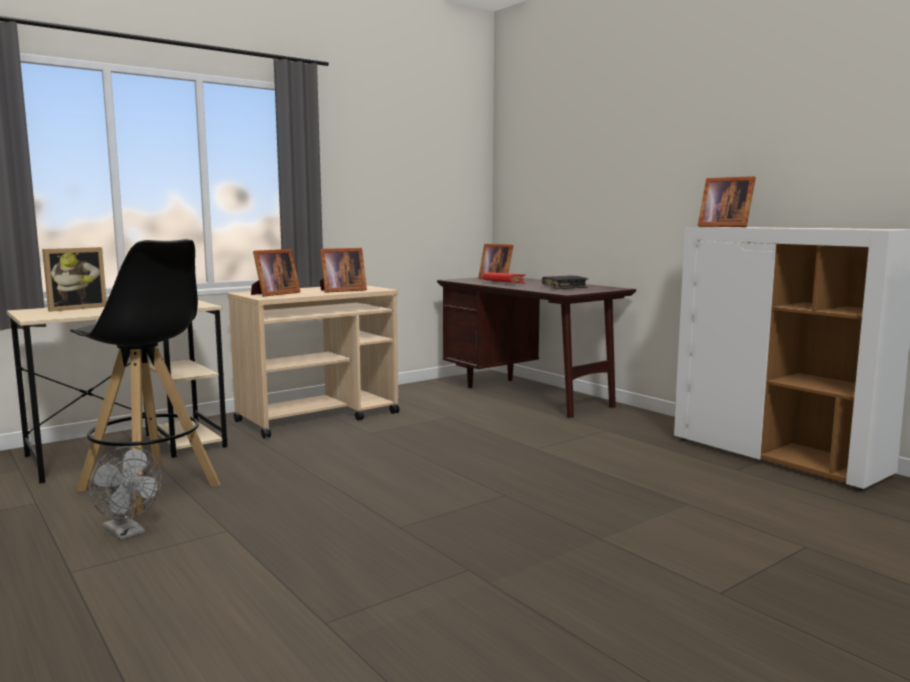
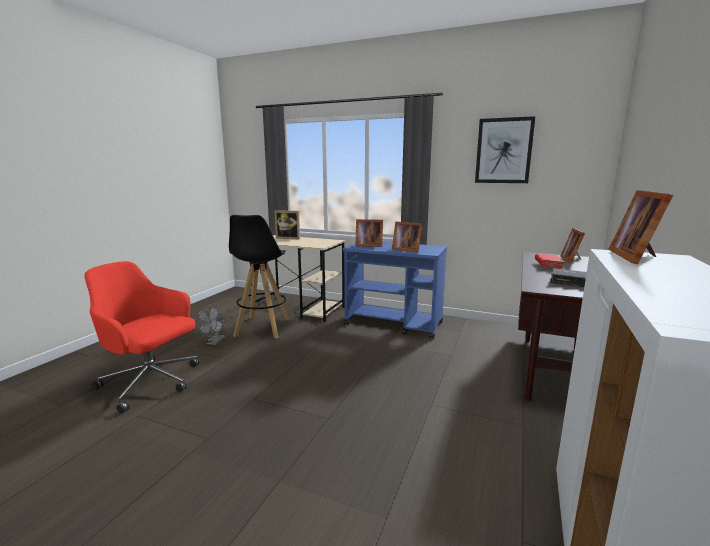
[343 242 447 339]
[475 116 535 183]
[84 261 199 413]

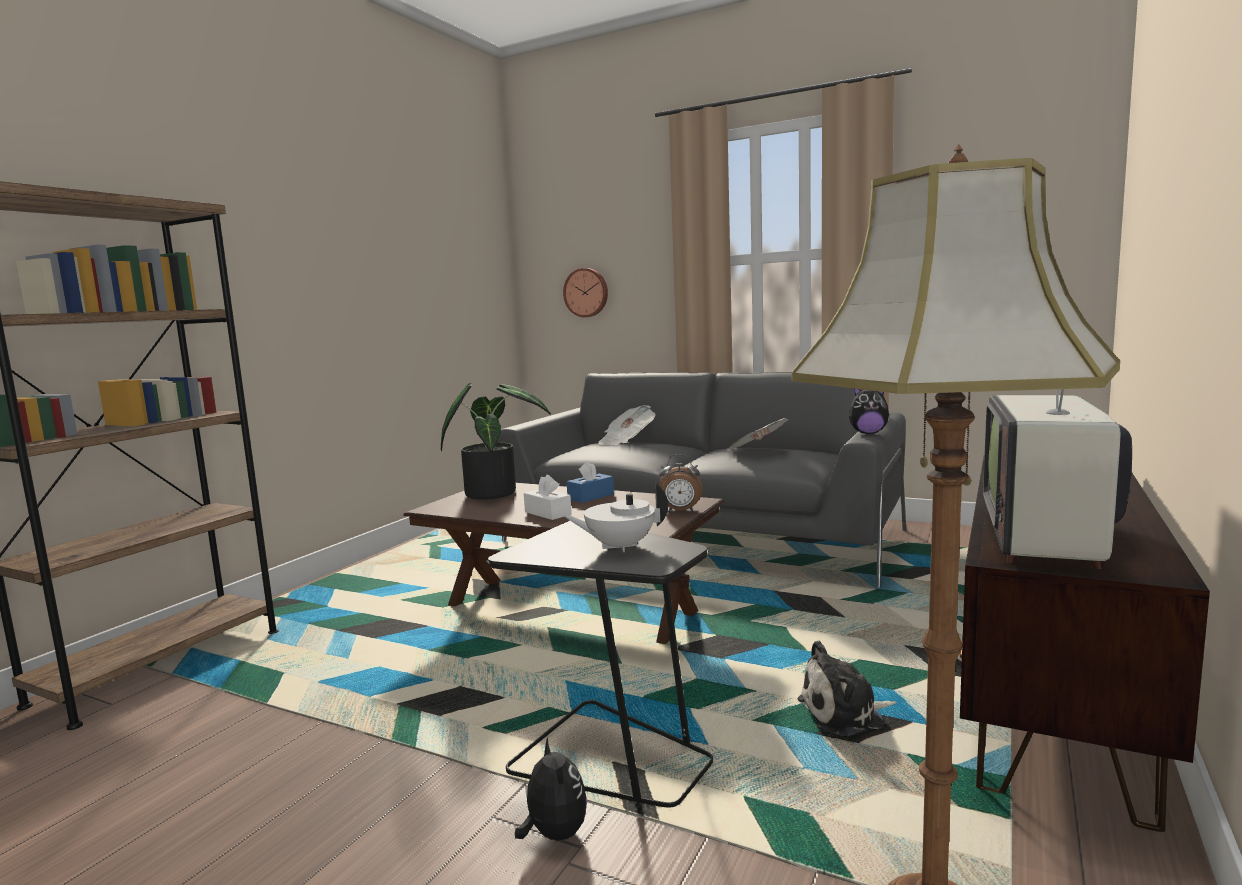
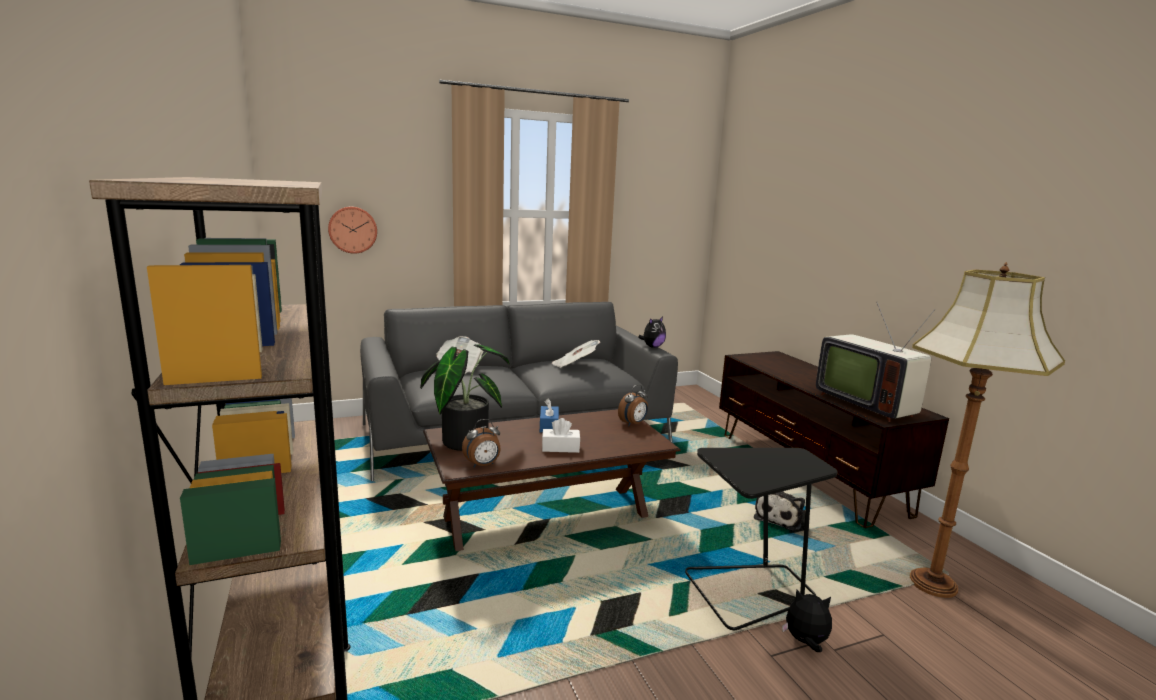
[564 483 668 552] (first image)
[462 419 501 468]

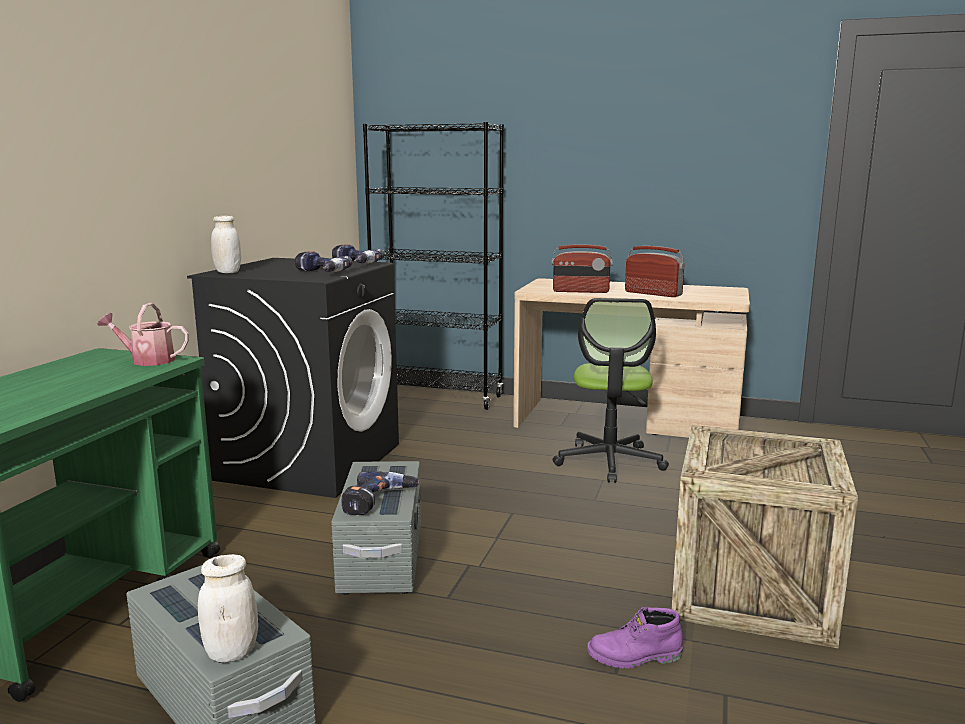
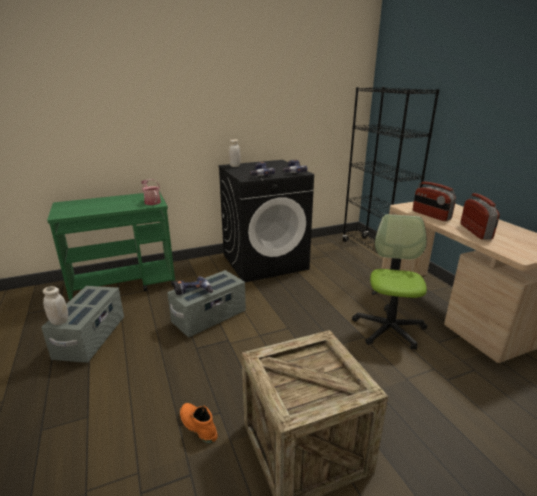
[352 214 427 350]
[180 403 218 443]

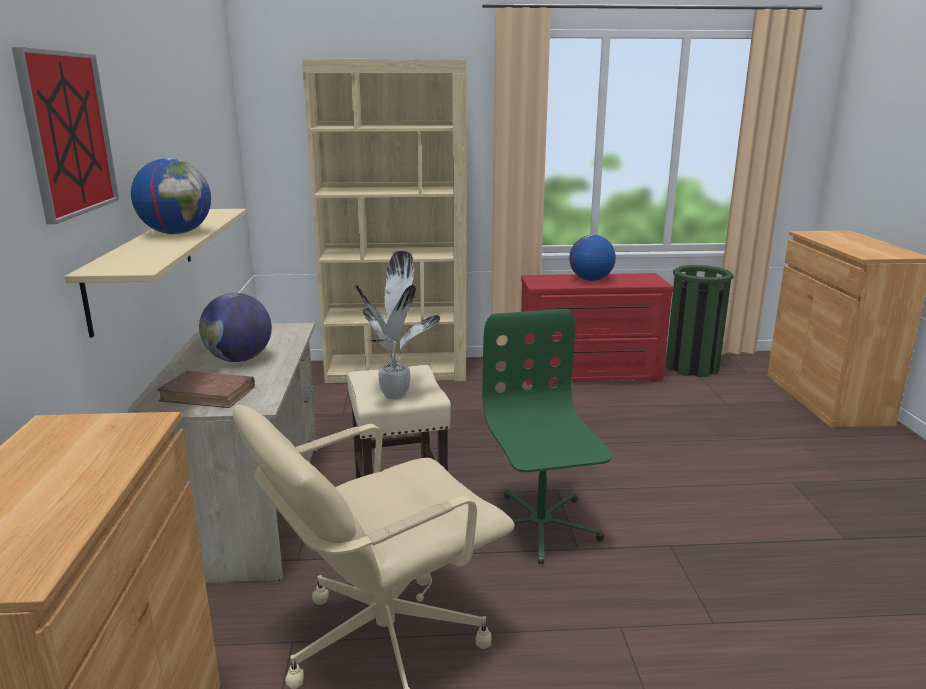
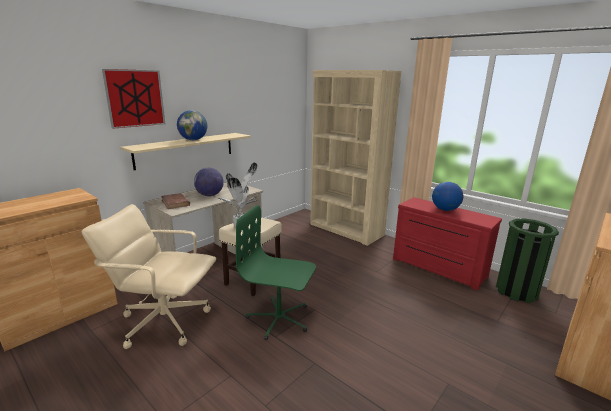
[236 205 316 340]

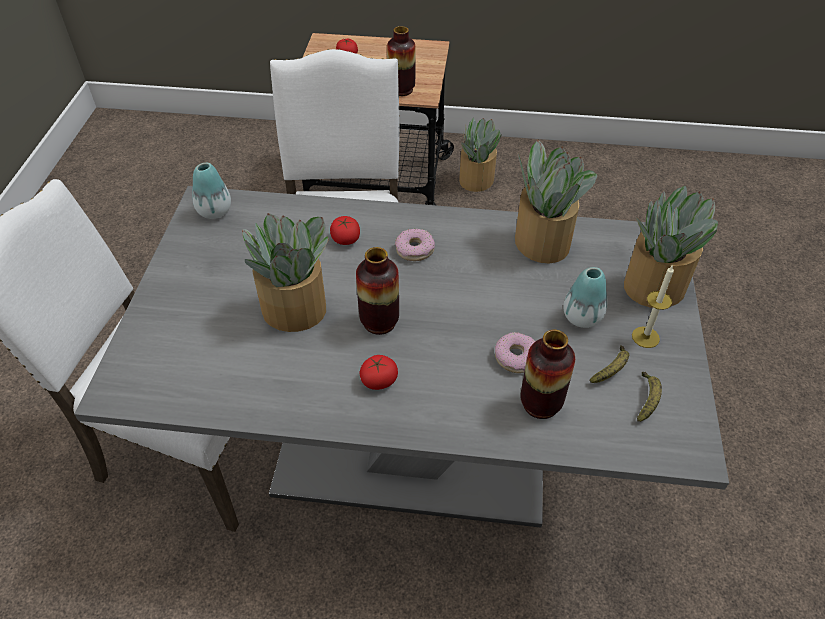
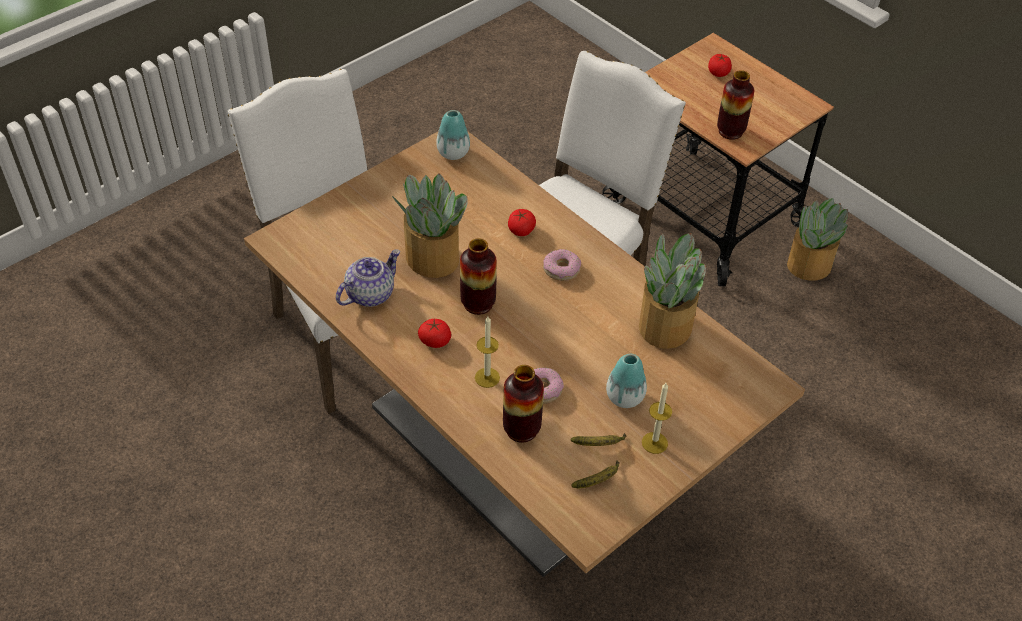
[244 132 805 577]
[624 186 718 308] (first image)
[336 249 401 307]
[475 316 500 388]

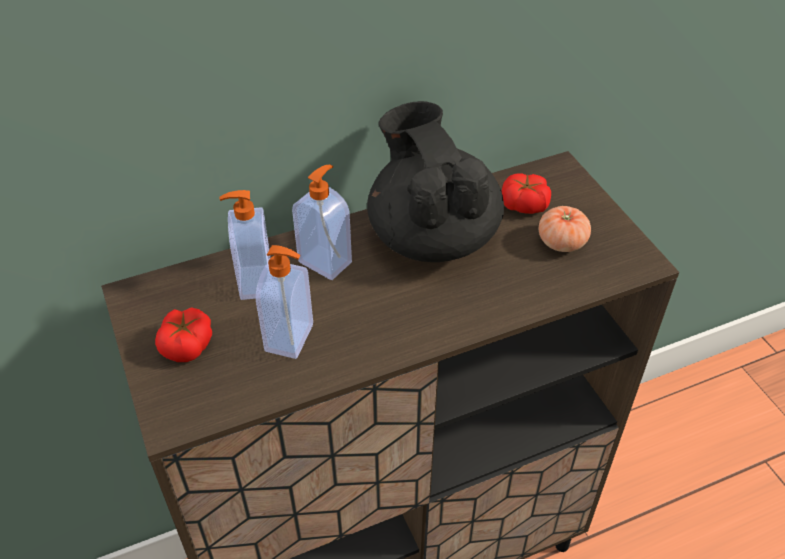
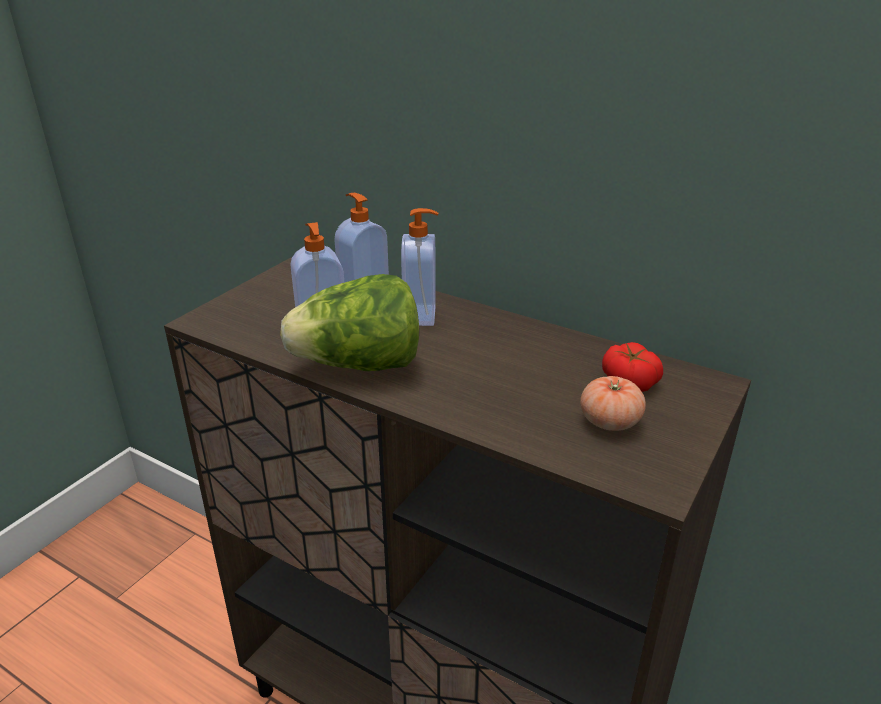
[367 101 504 262] (first image)
[155 307 212 362] (first image)
[280 274 419 371]

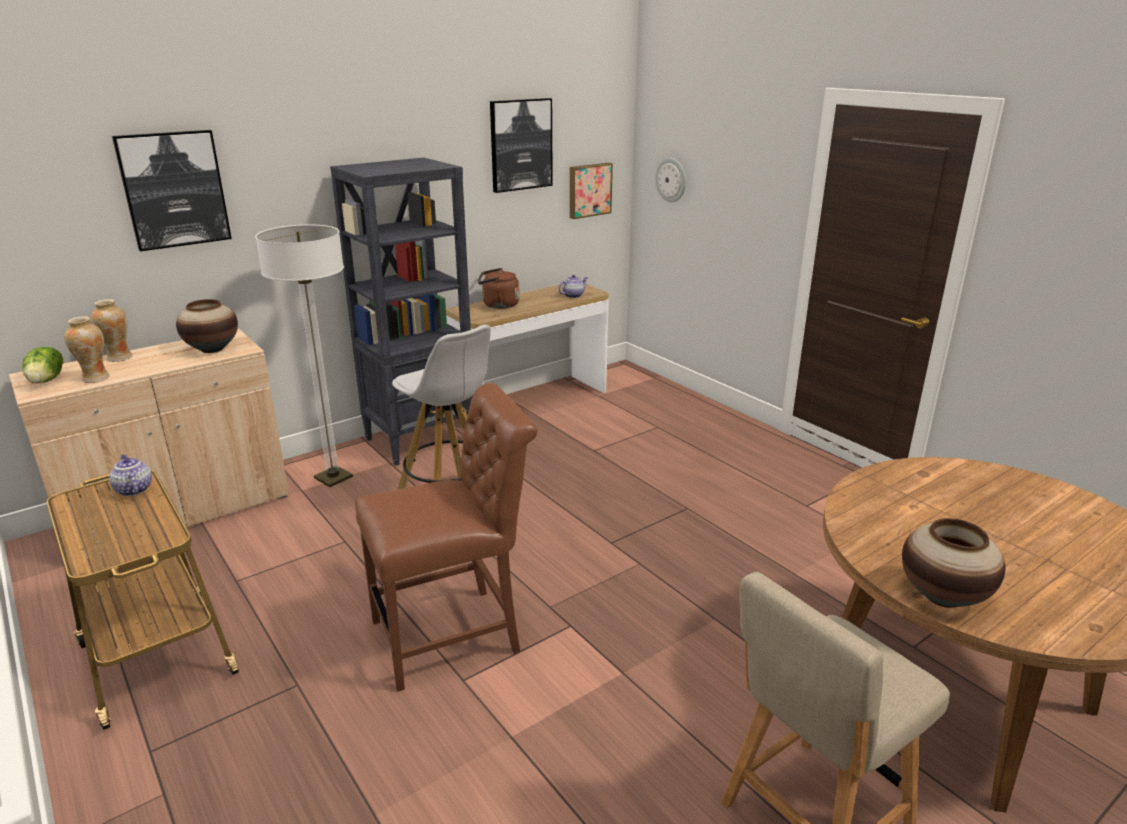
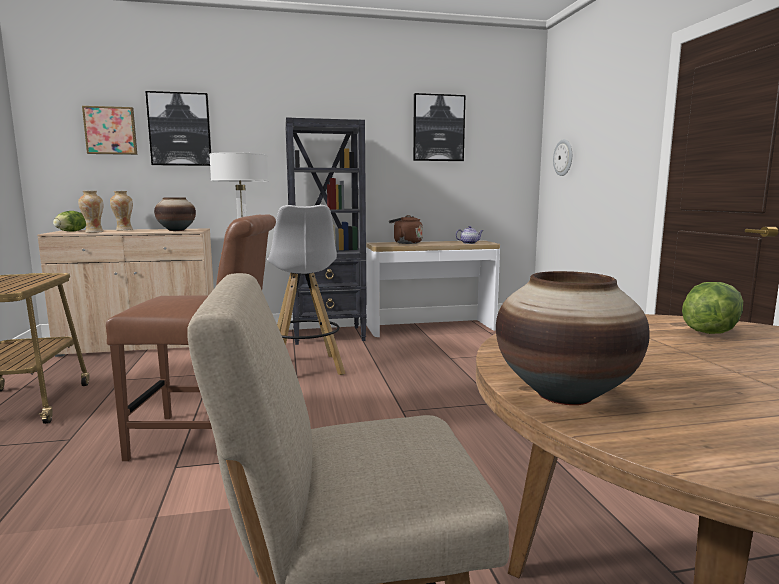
[82 106 137 155]
[109 454 152 496] (first image)
[682 282 743 334]

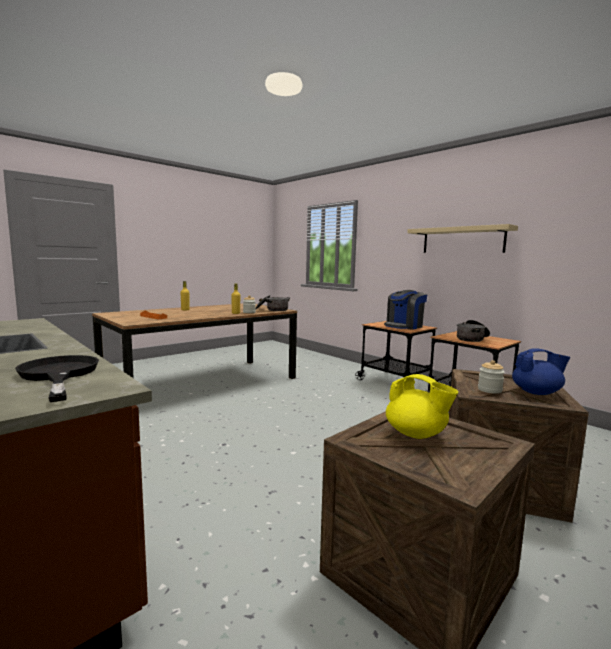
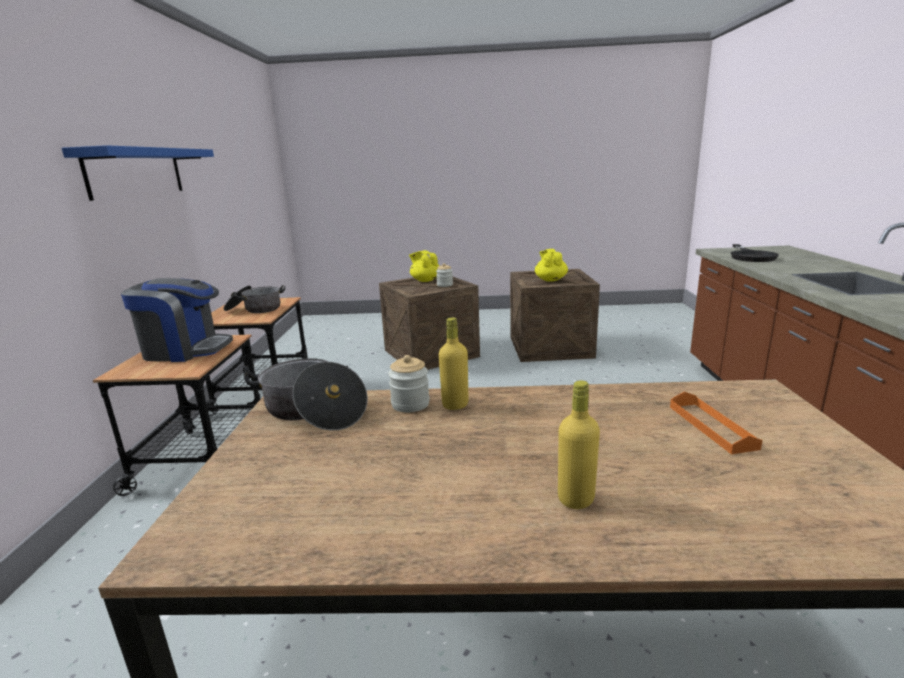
[62 145 214 201]
[409 250 439 282]

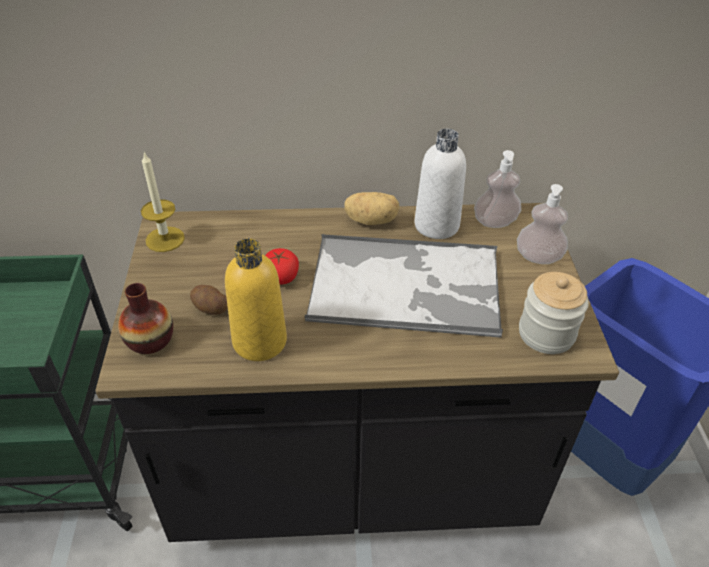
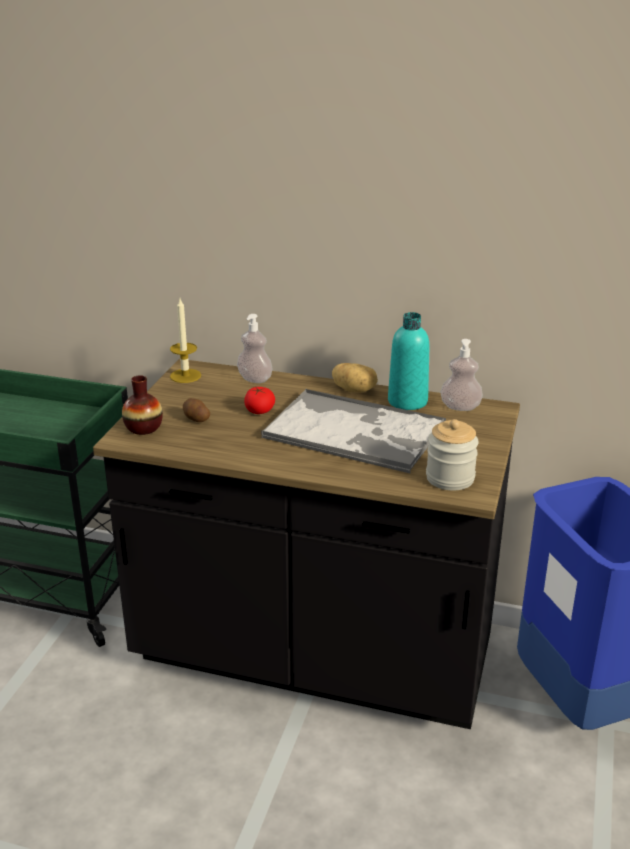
[388 312 429 410]
[237 314 273 383]
[225 238 287 361] (first image)

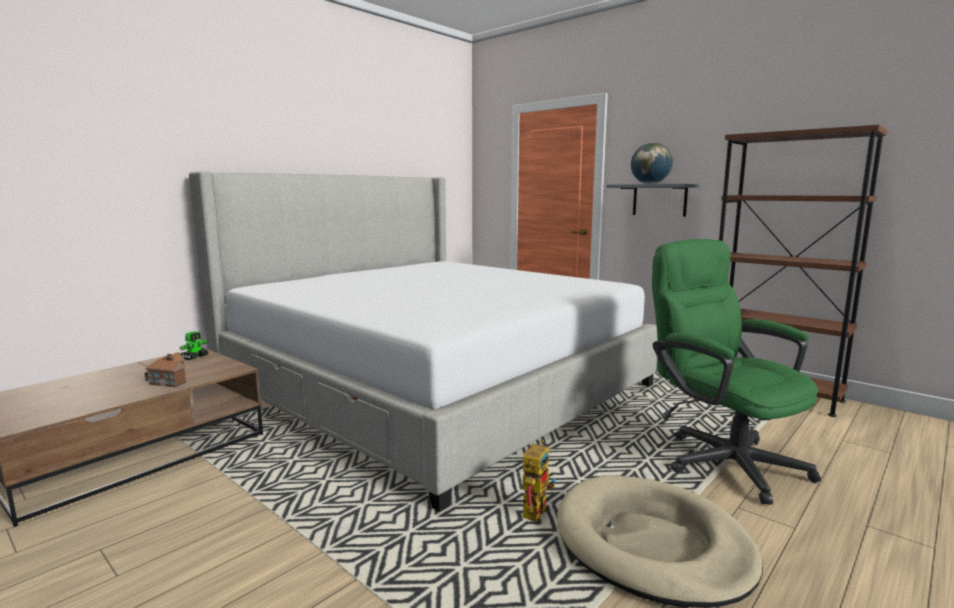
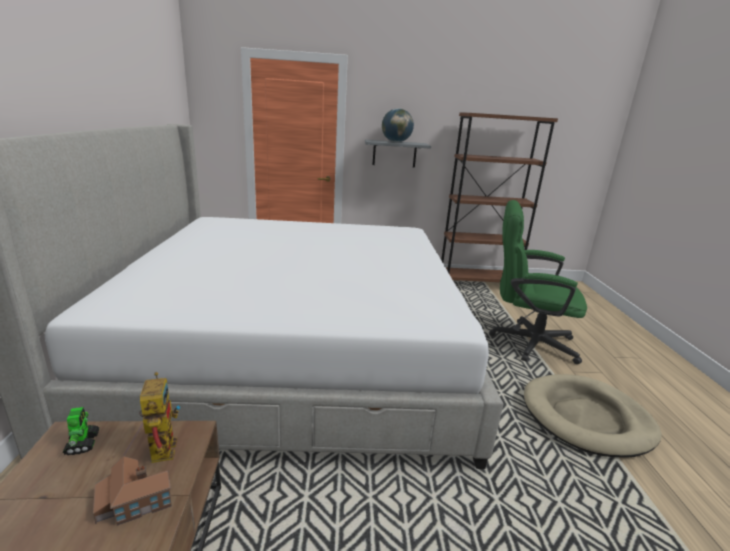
[139 372 180 463]

